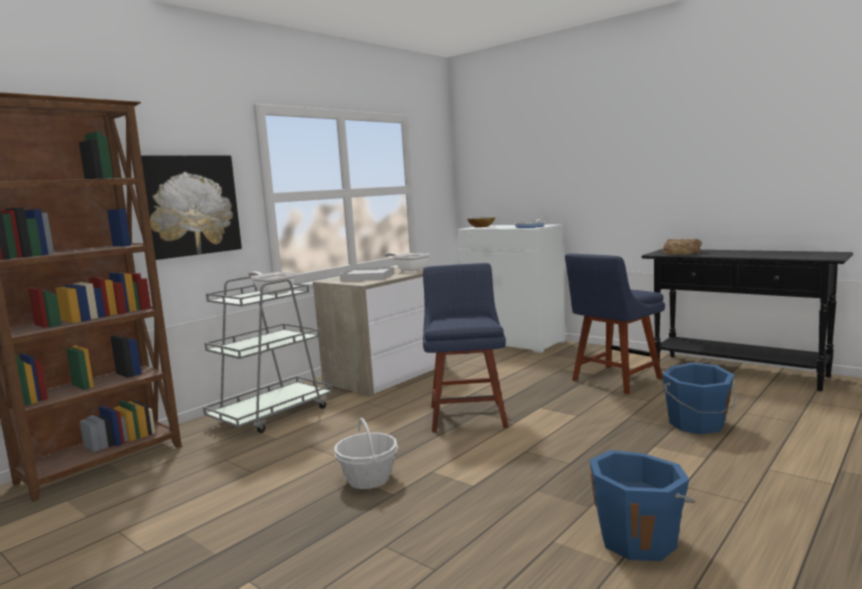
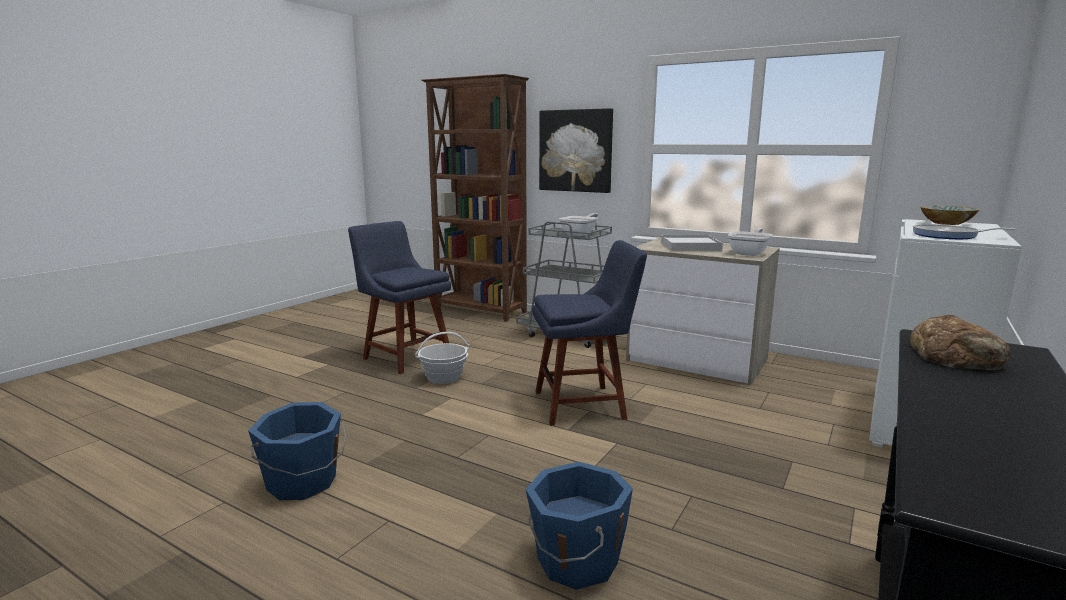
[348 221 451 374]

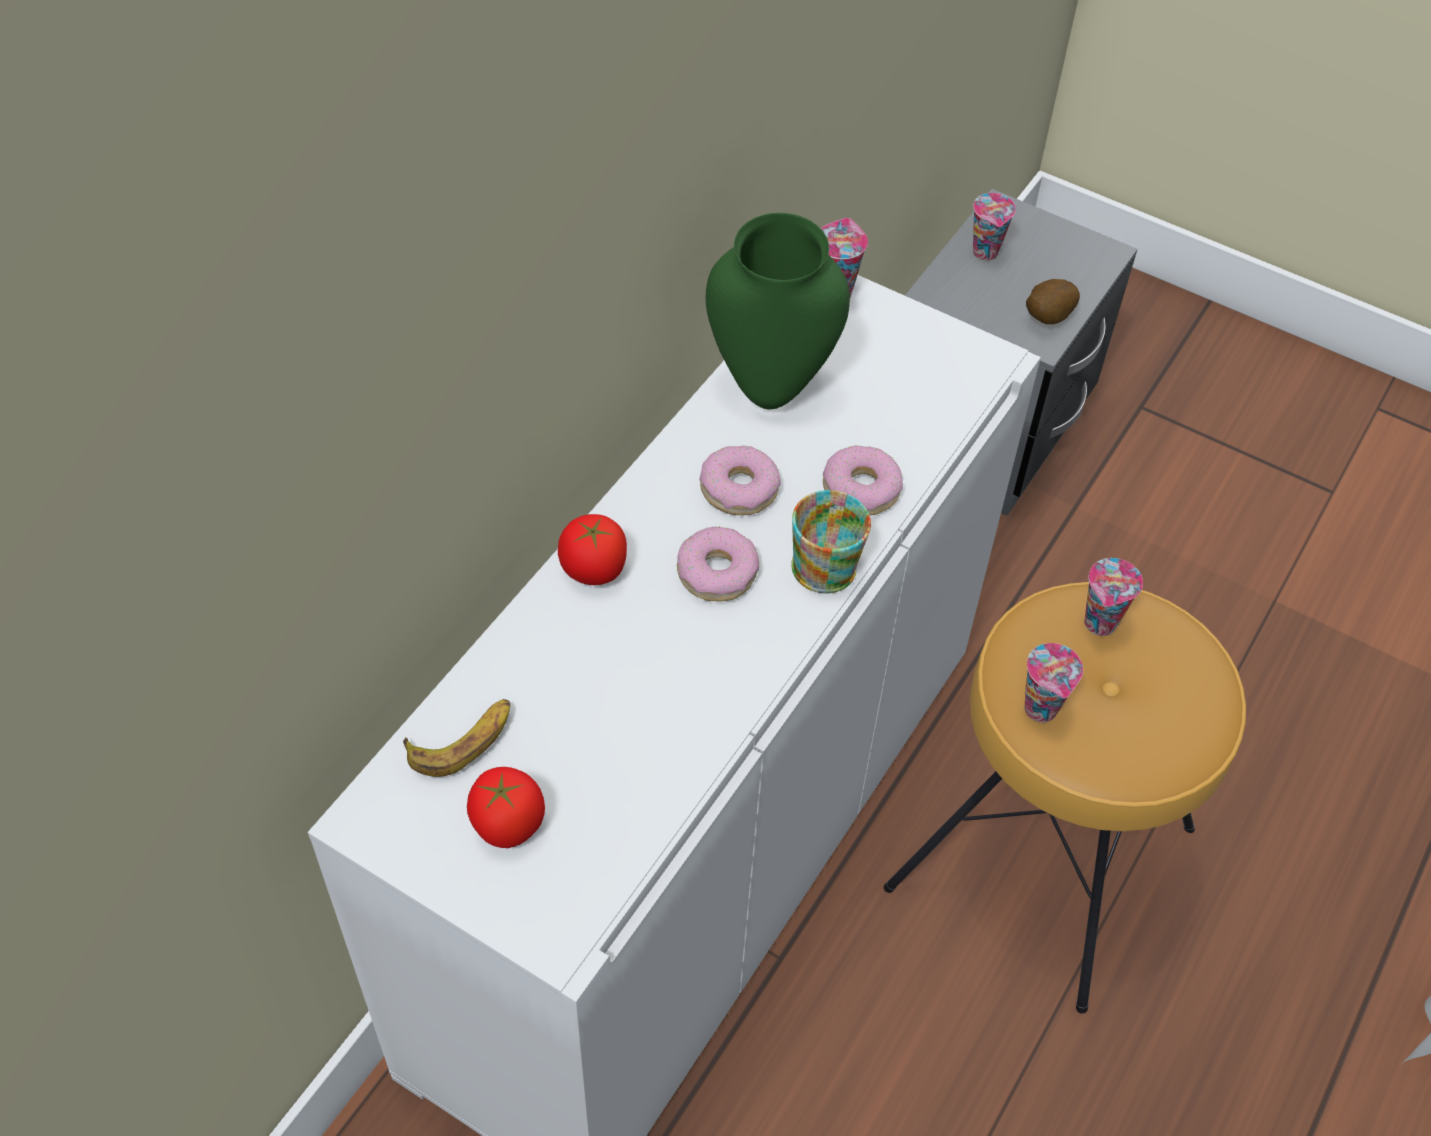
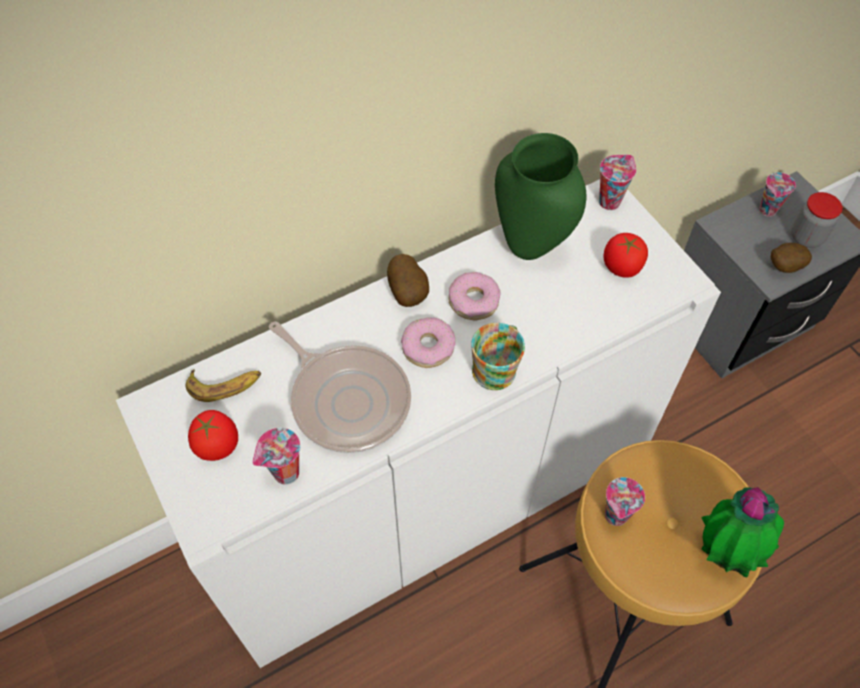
[823 445 903 515] (first image)
[603 233 648 278]
[252 428 301 485]
[792 192 843 248]
[387 254 429 307]
[269 321 411 453]
[701 487 784 577]

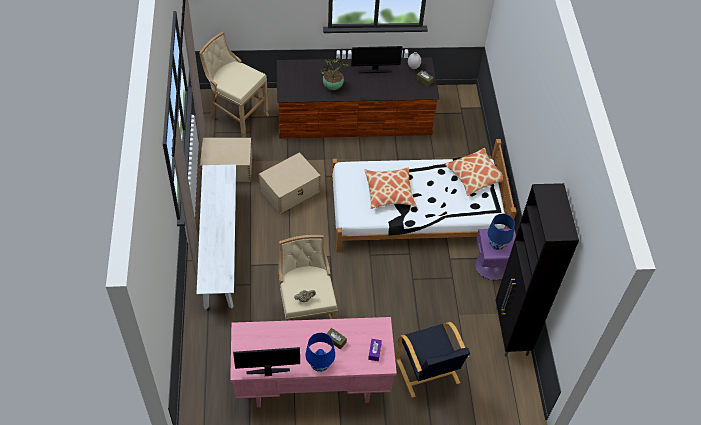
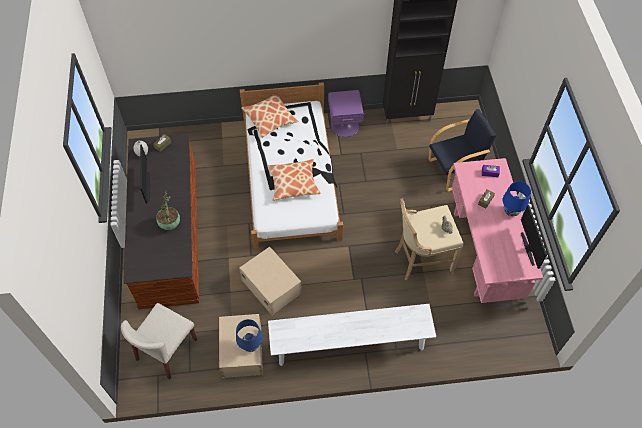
[121 303 197 380]
[236 319 263 352]

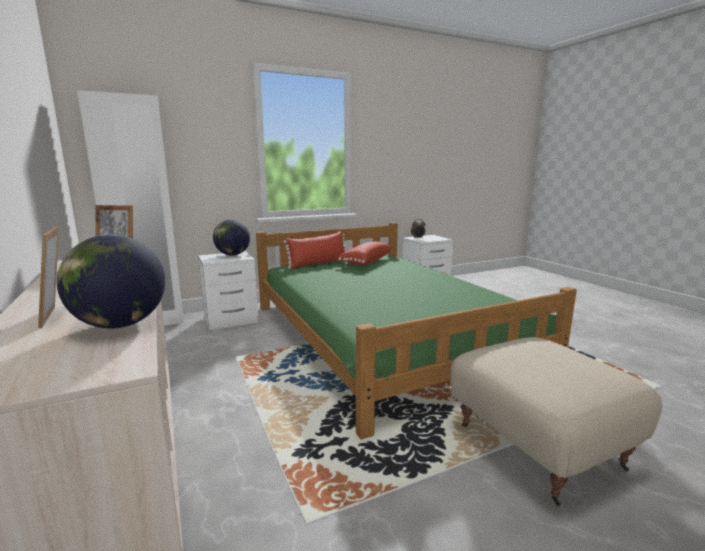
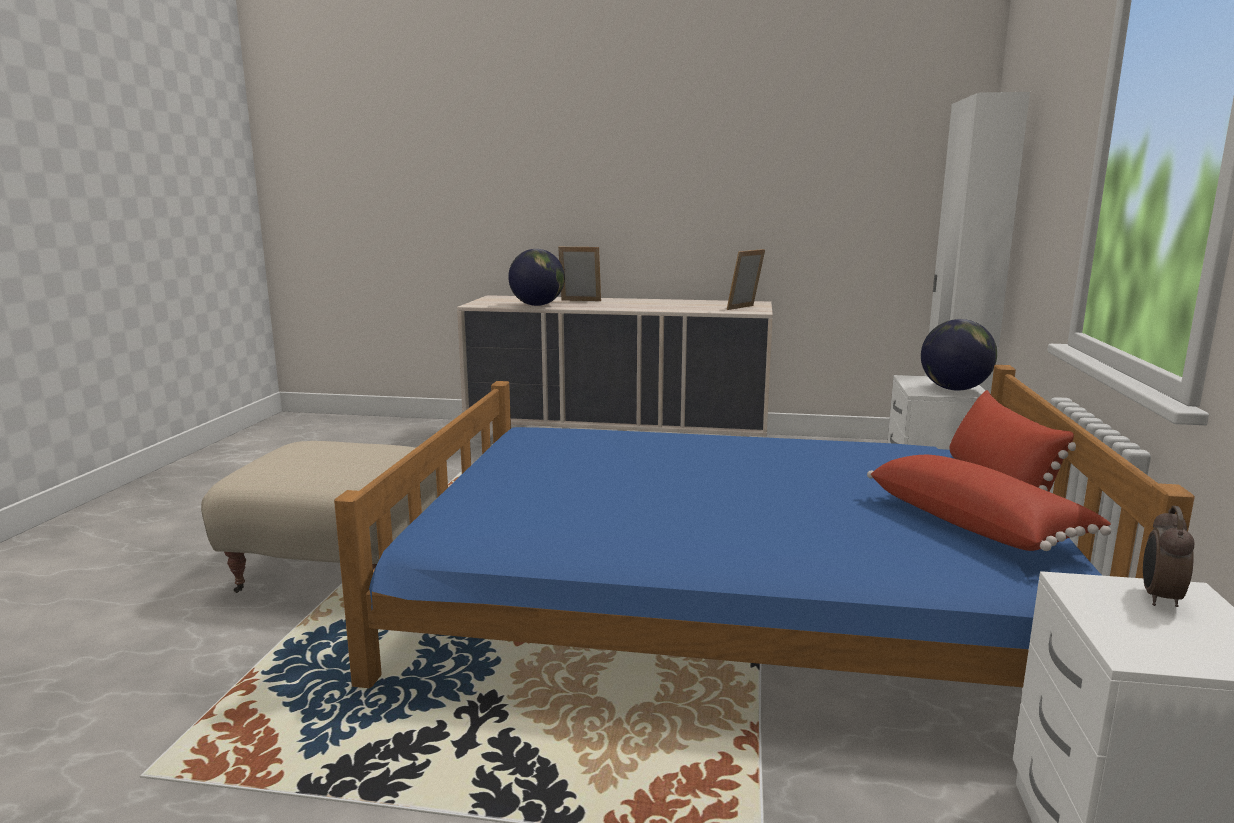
[334 365 1195 688]

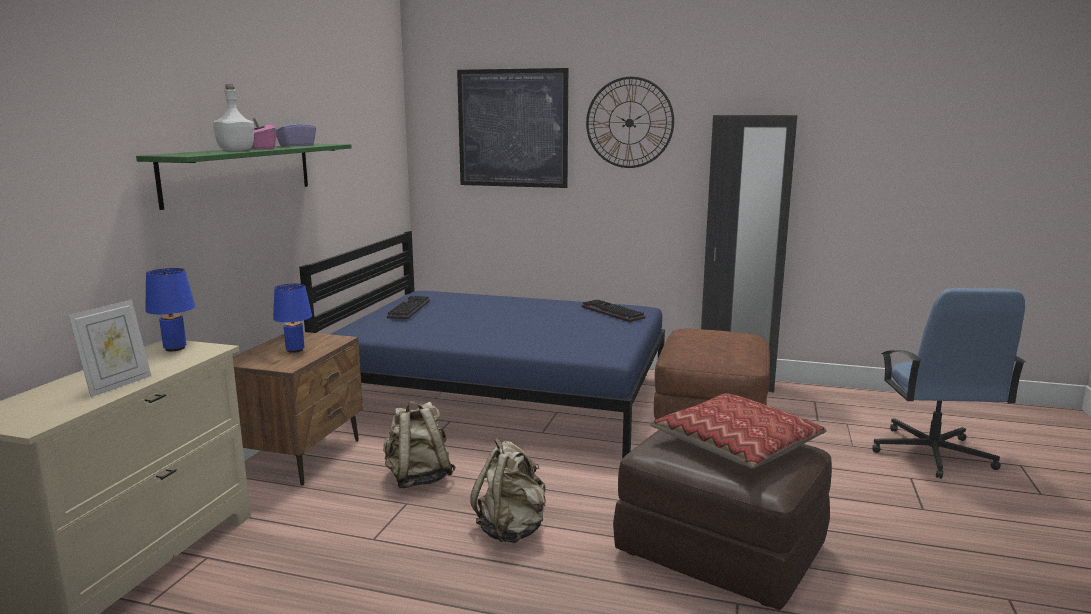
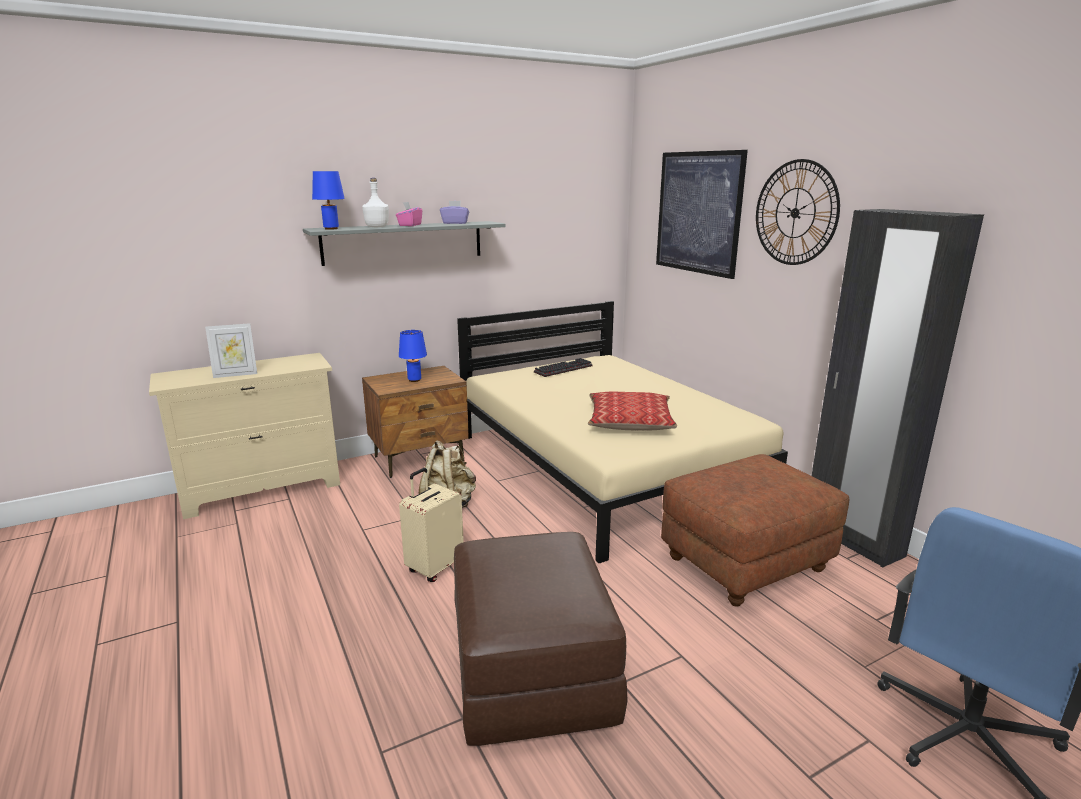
[303 221 506 266]
[457 301 788 563]
[312 171 345 230]
[582 299 645 322] (first image)
[588 392 677 431]
[399 468 464 582]

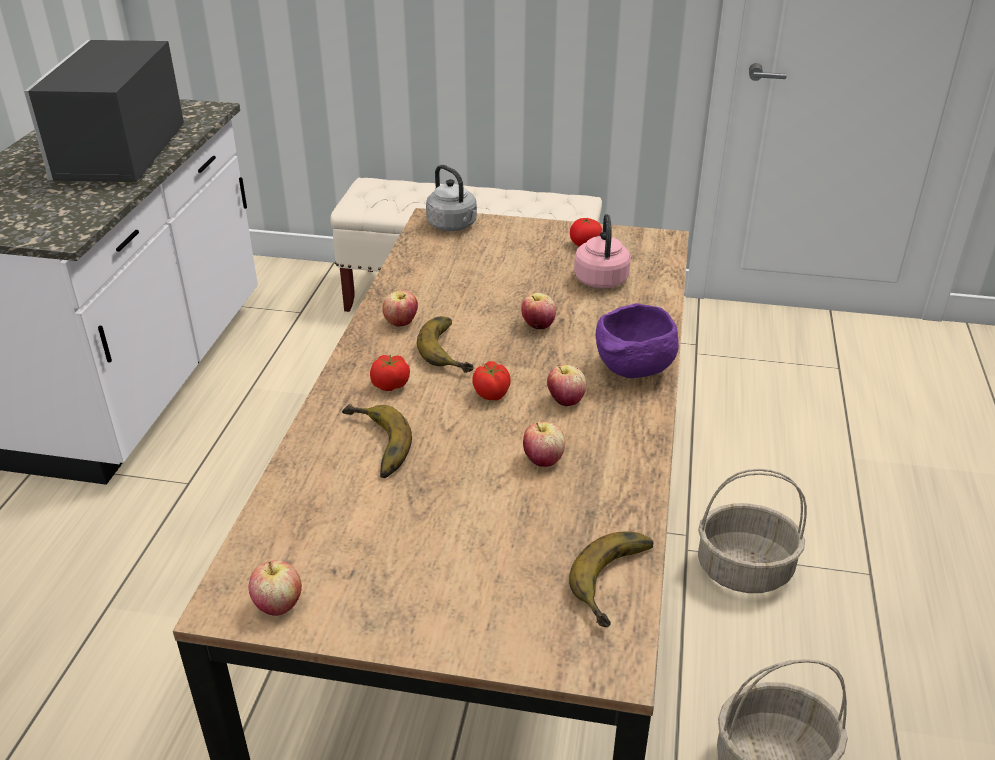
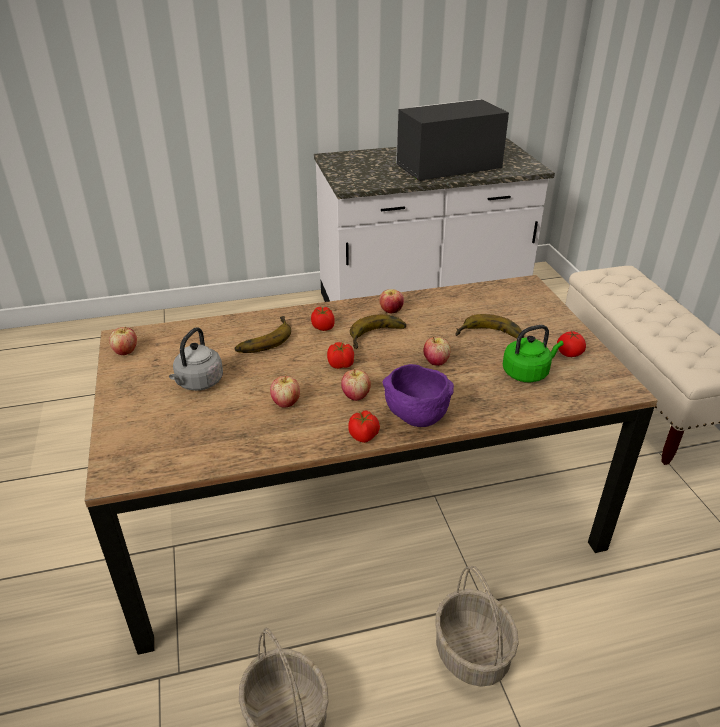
[169 327 223 391]
[503 325 564 382]
[455 314 524 338]
[348 410 380 443]

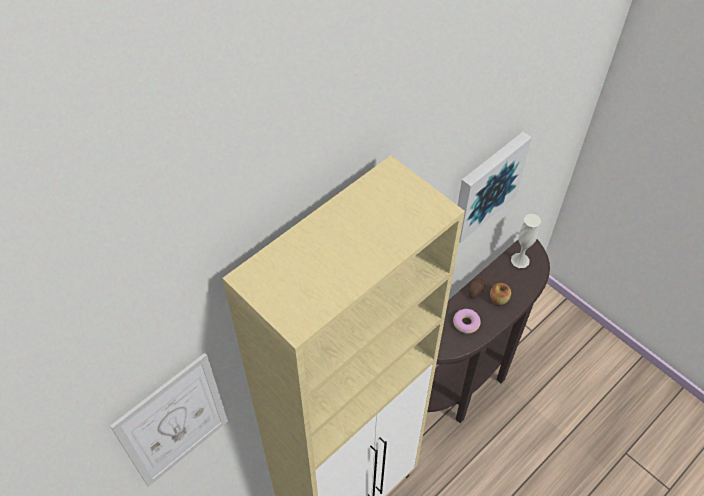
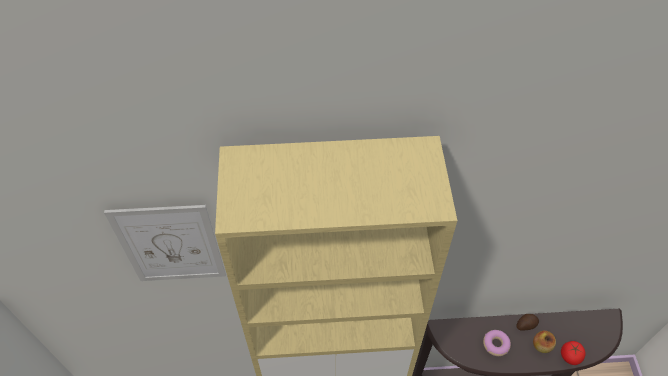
[458 132 532 243] (first image)
[511 214 541 268] (first image)
[561 341 586 365]

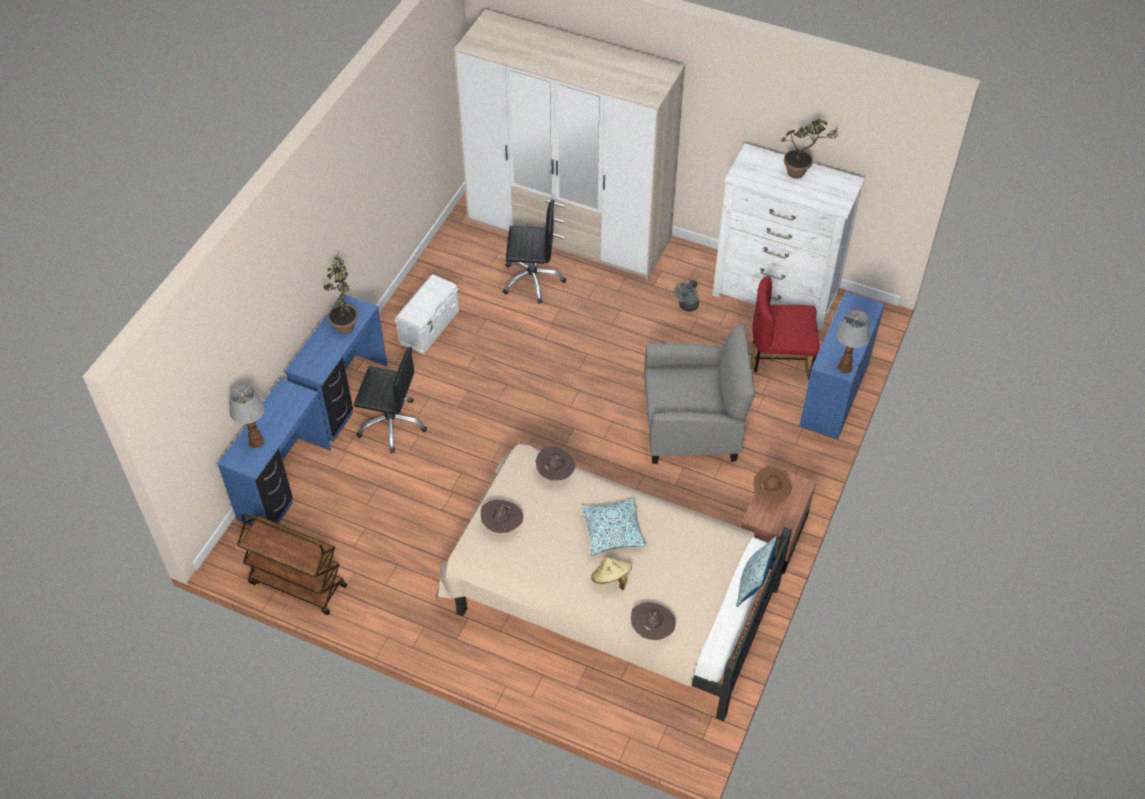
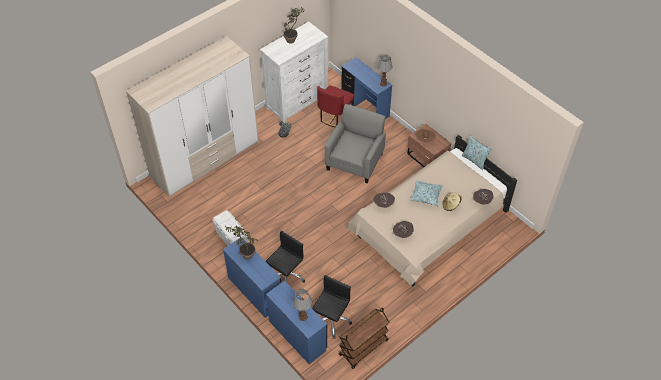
[312 275 352 339]

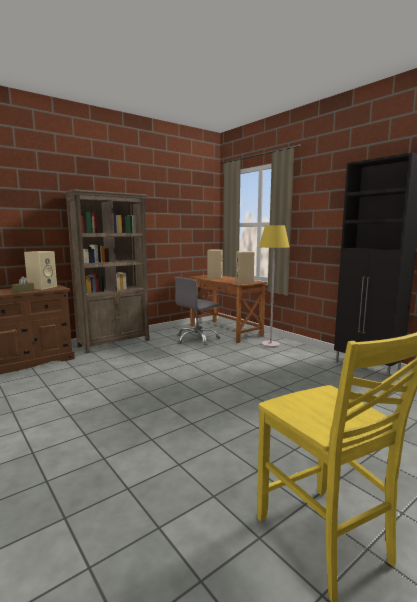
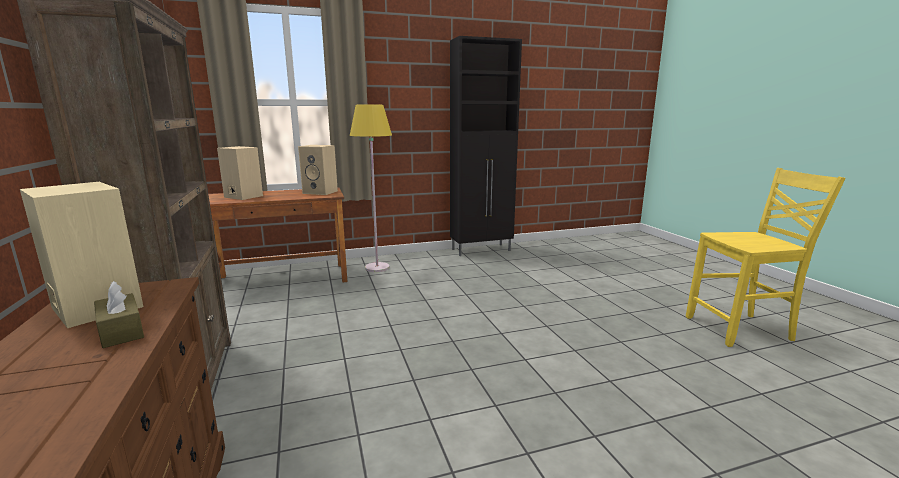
[175 277 220 346] (first image)

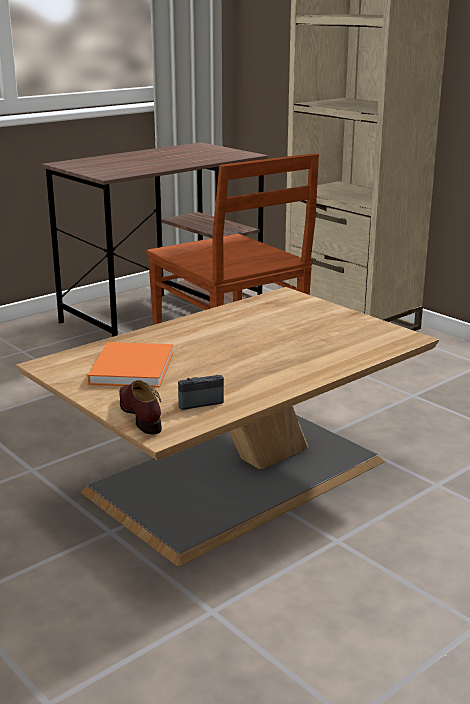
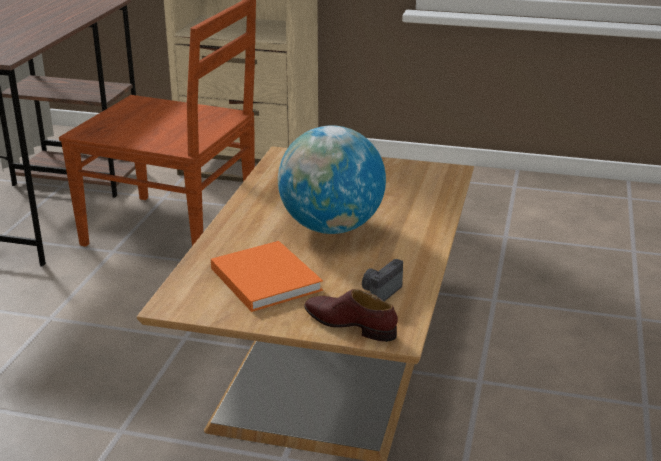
[278 125 386 234]

